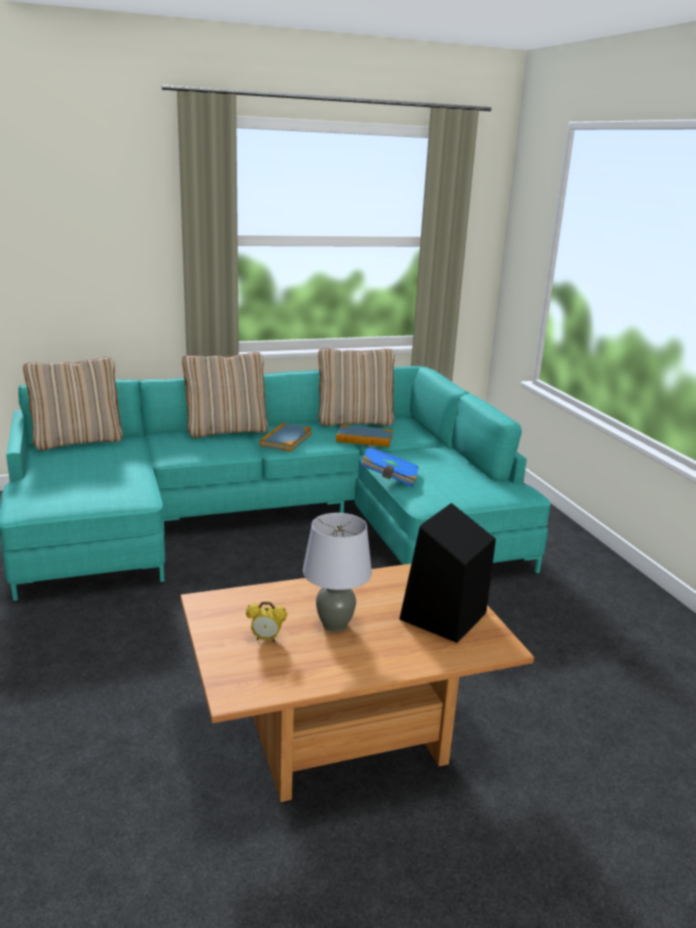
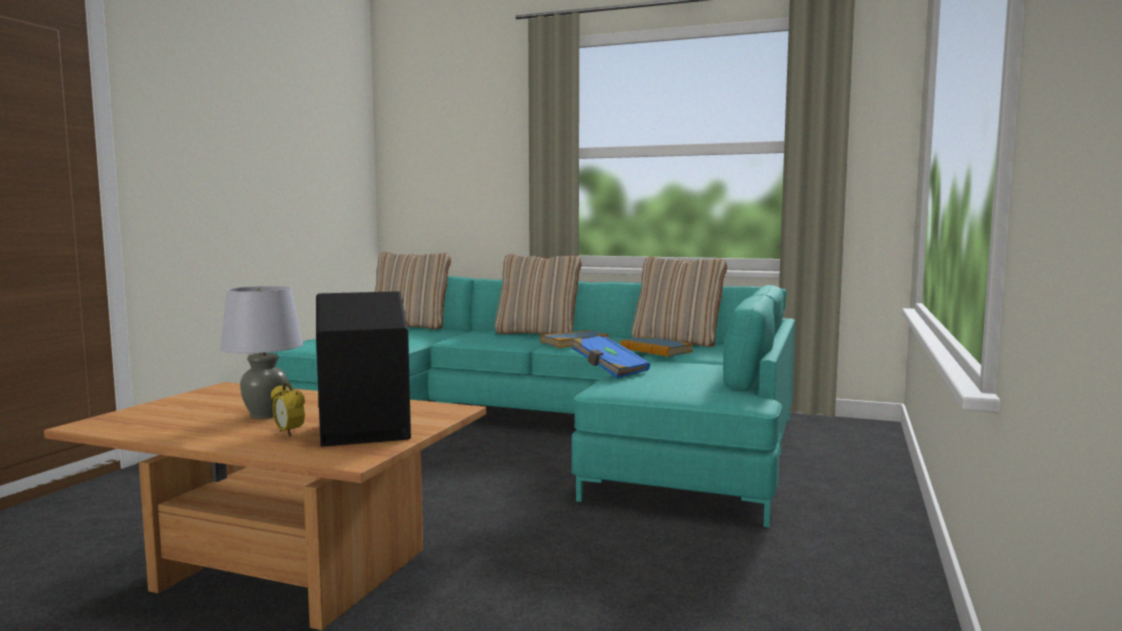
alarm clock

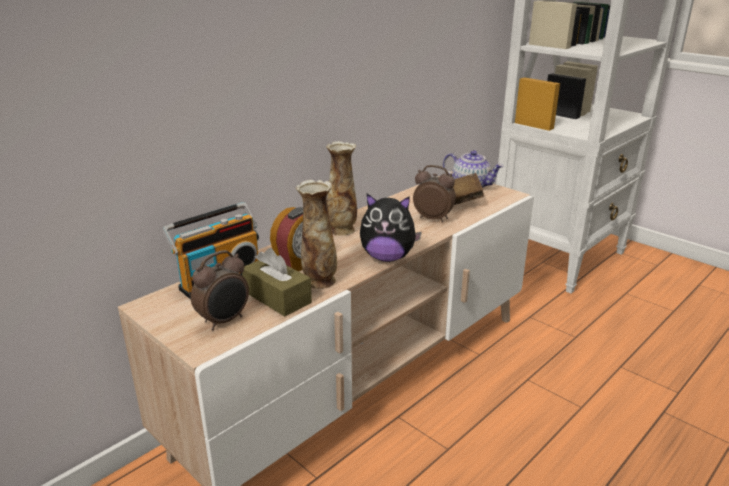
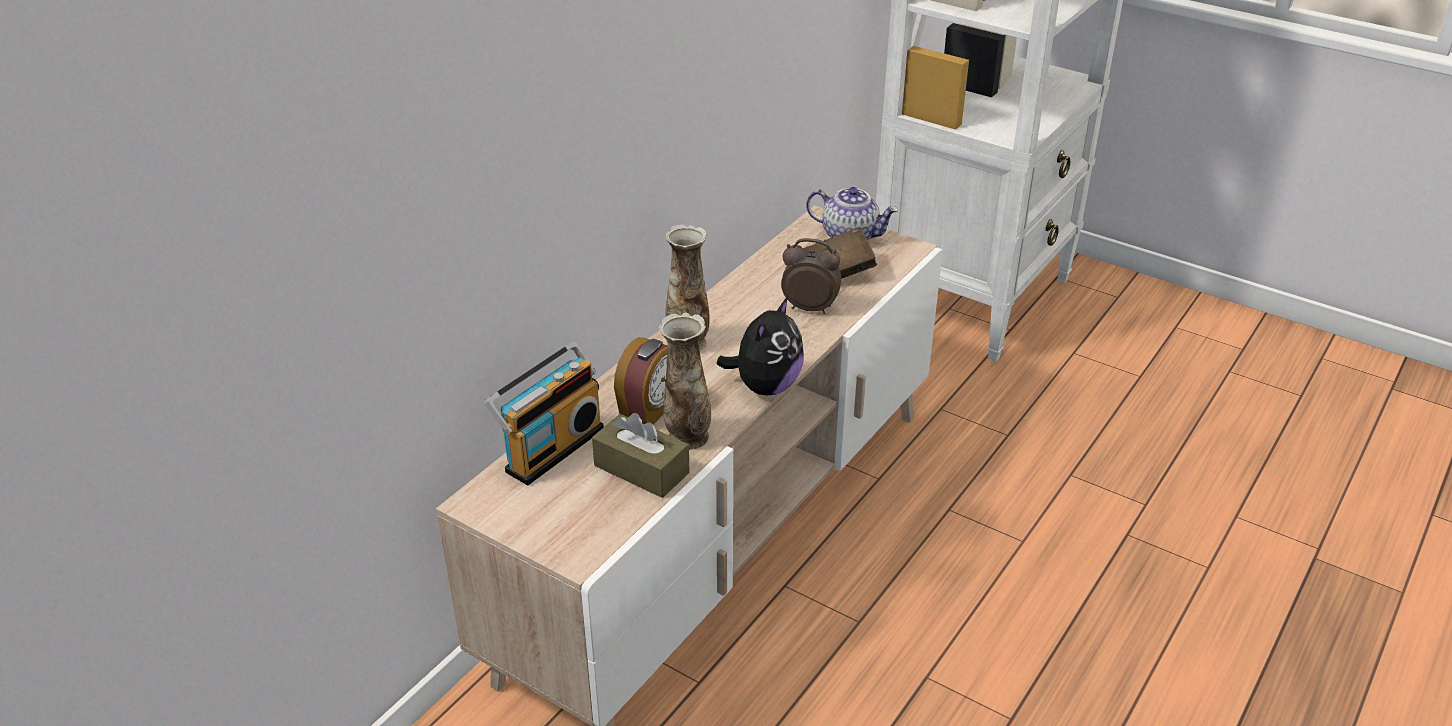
plush toy
alarm clock (no. 1 from left in the first image)

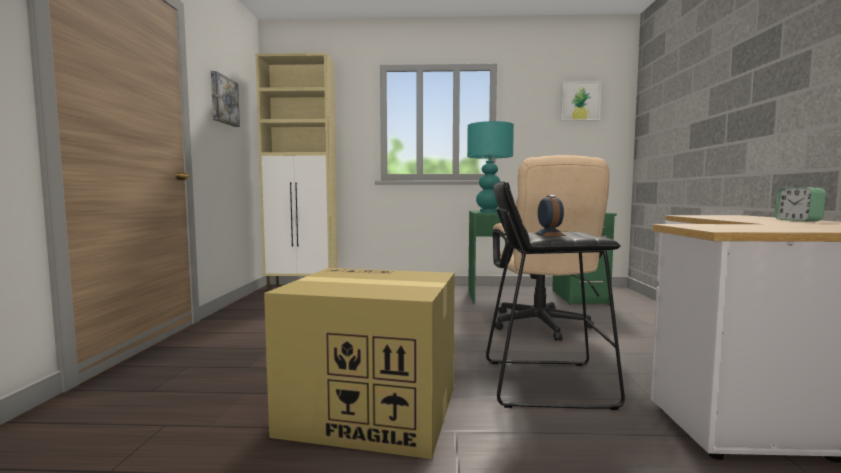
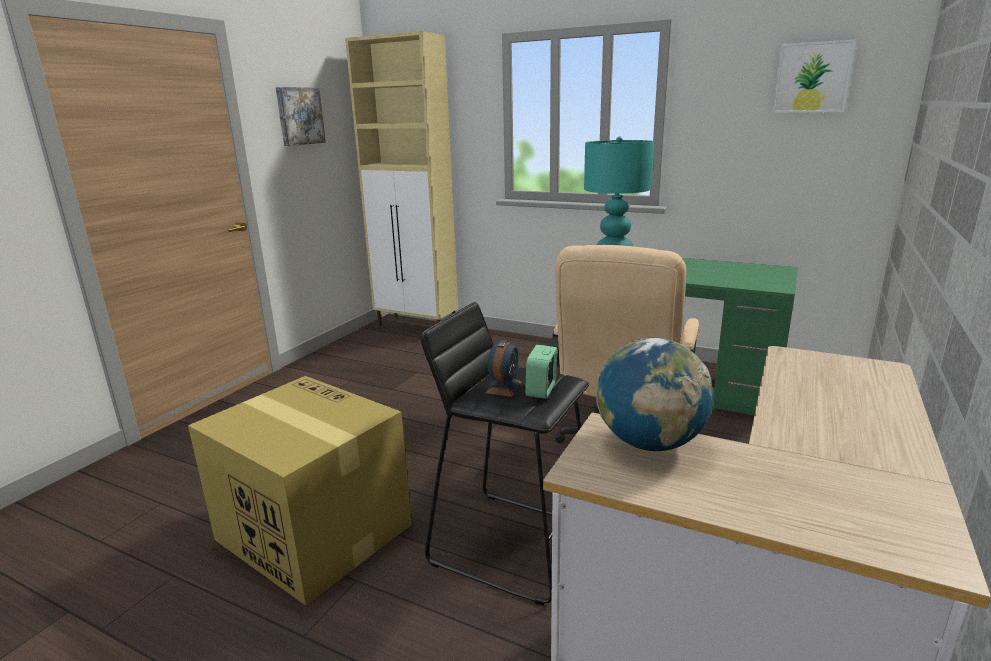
alarm clock (no. 2 from left)
globe

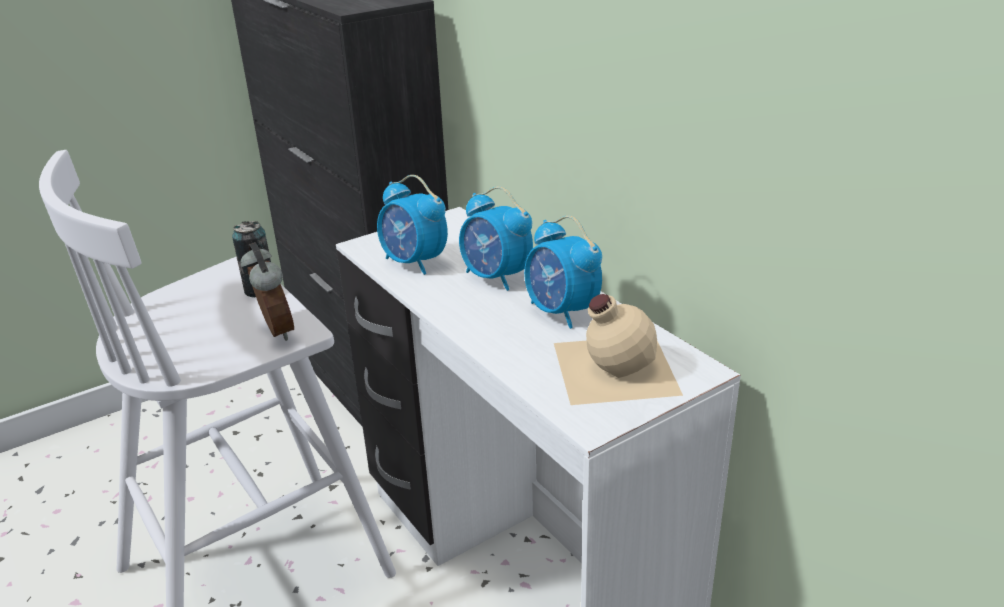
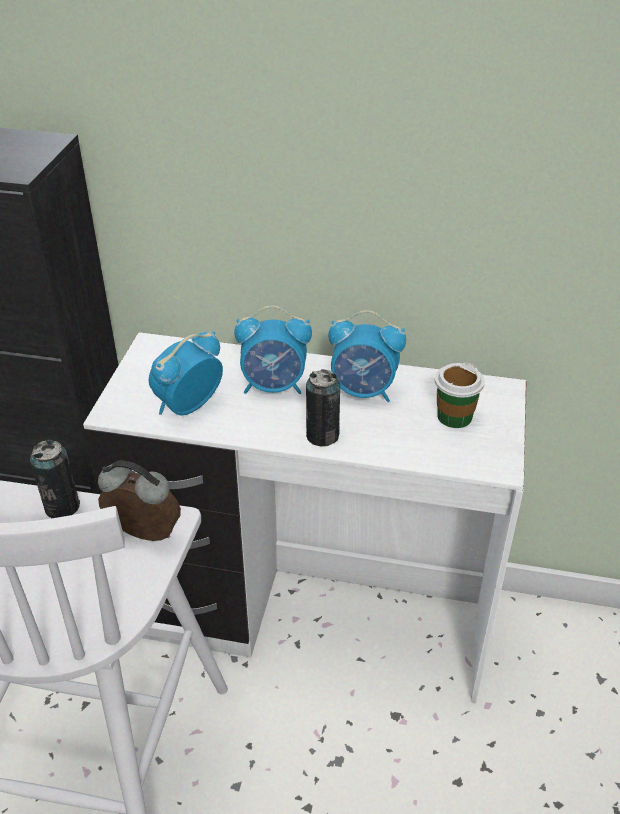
alarm clock (no. 2 from left)
can (no. 2 from left)
cup

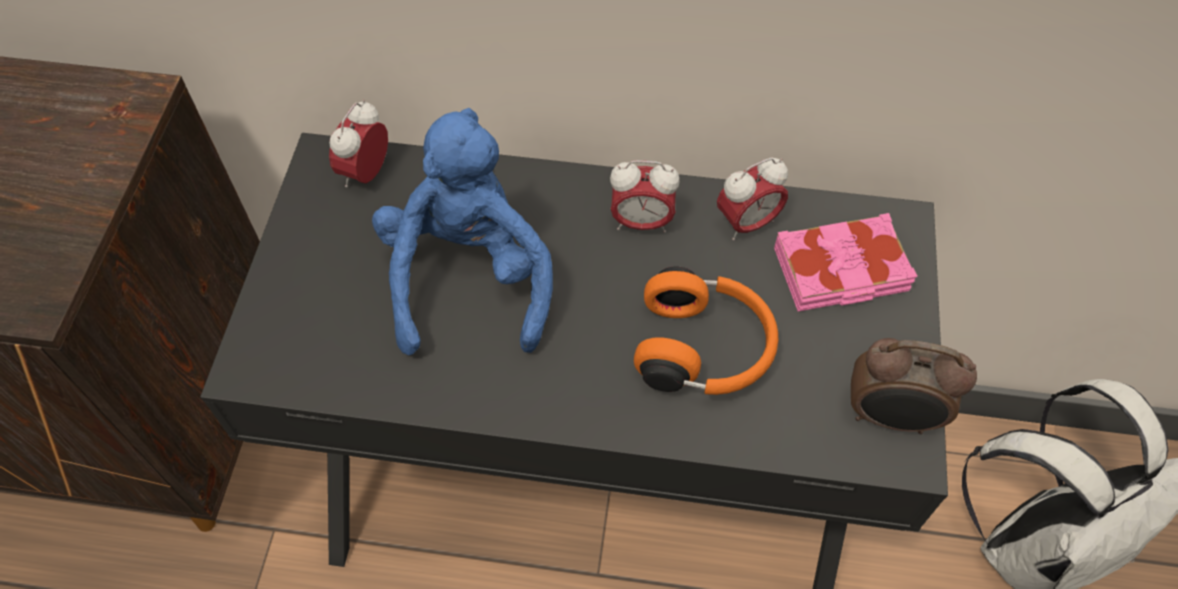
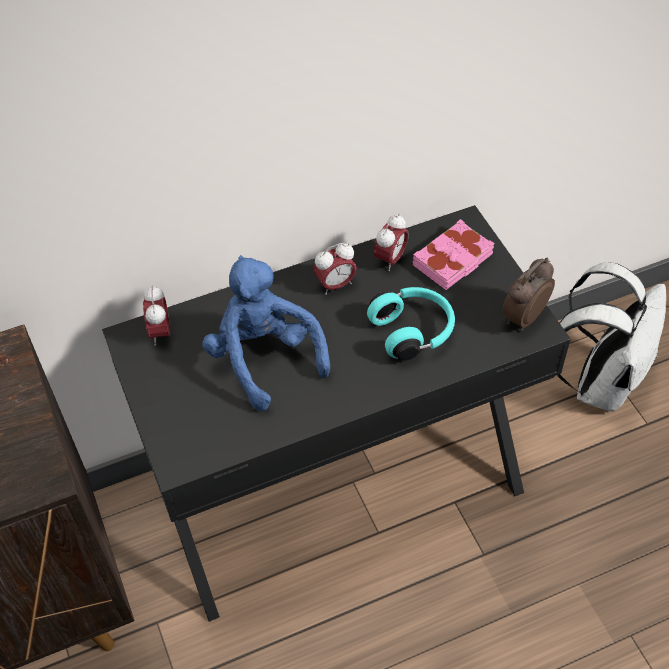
turquoise headphones
alarm clock (no. 4 from left)

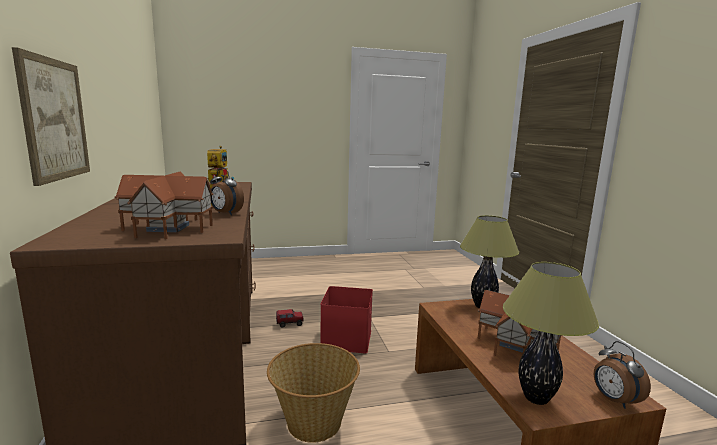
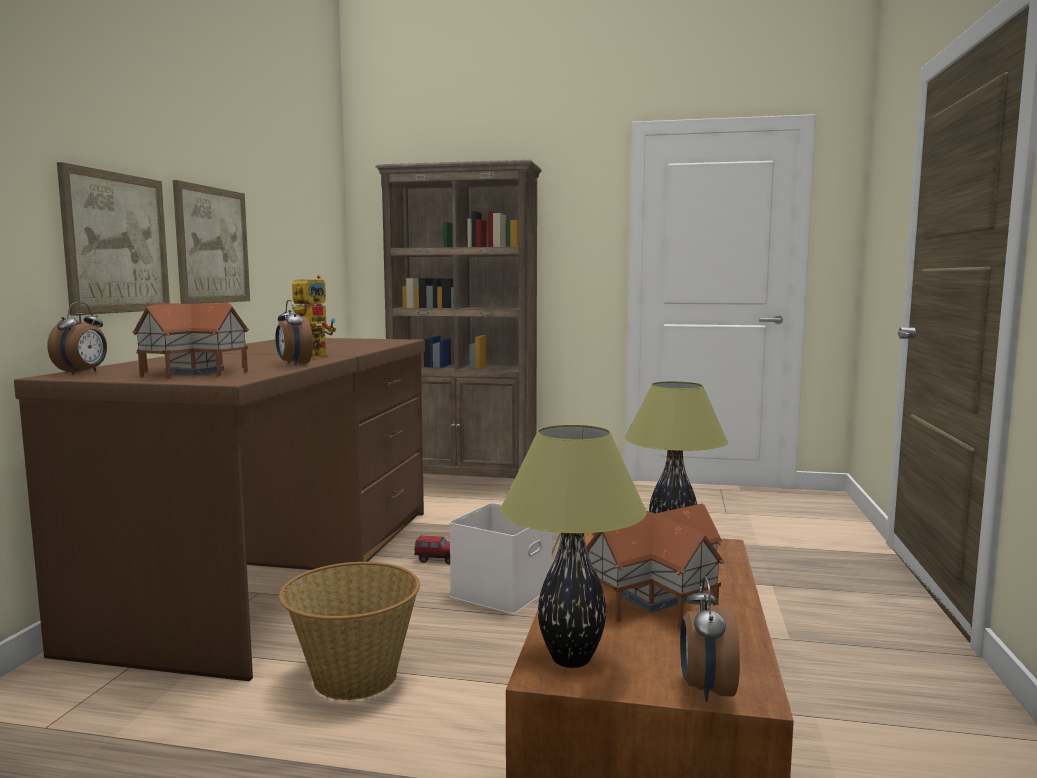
alarm clock (no. 1 from left)
picture (no. 2 from left)
brown bookcase
white storage box

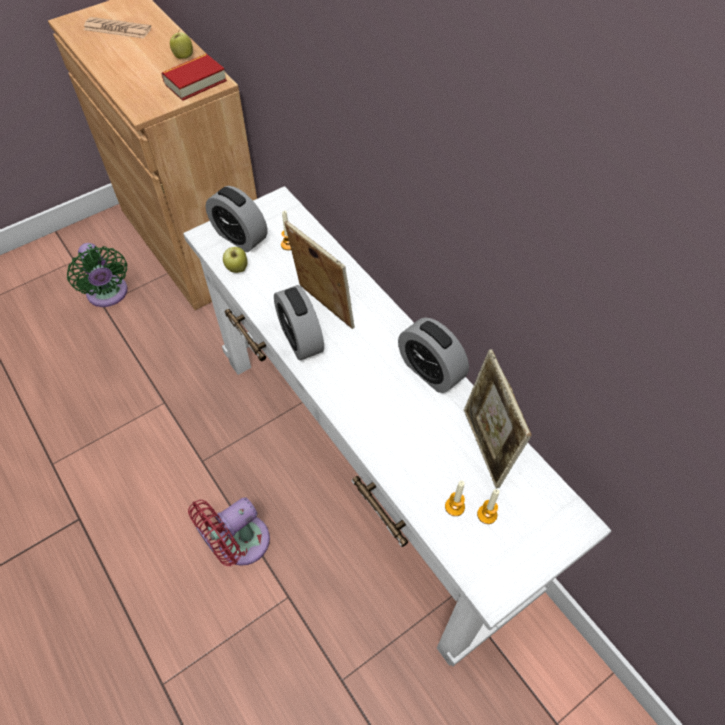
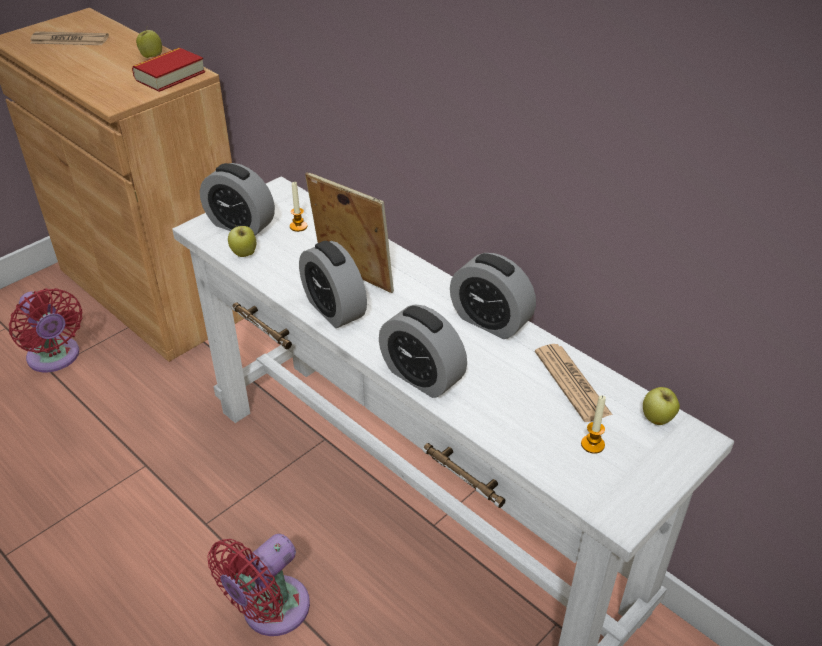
red fan (no. 1 from left)
alarm clock (no. 3 from left)
newspaper (no. 2 from left)
apple (no. 3 from left)
candle (no. 2 from left in the first image)

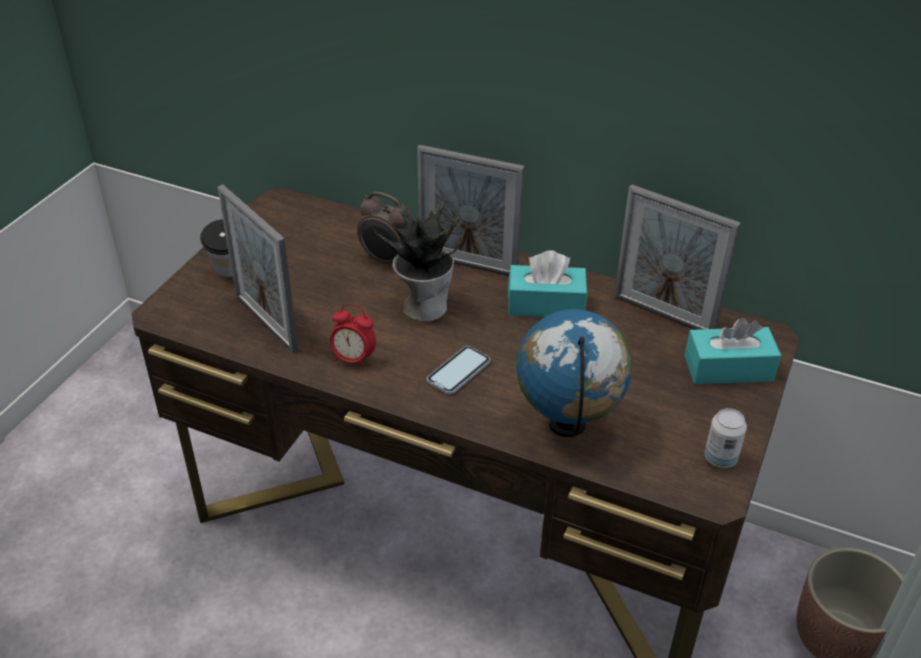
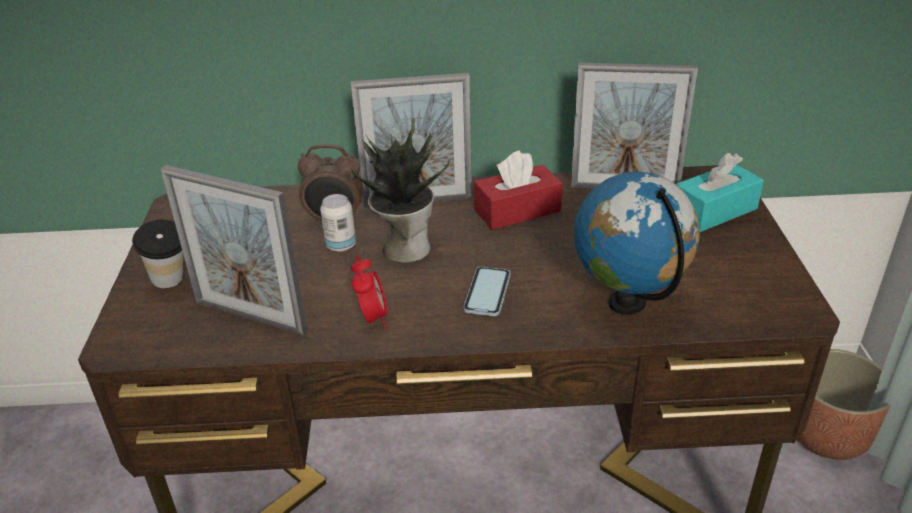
can
alarm clock (no. 2 from left)
red tissue box

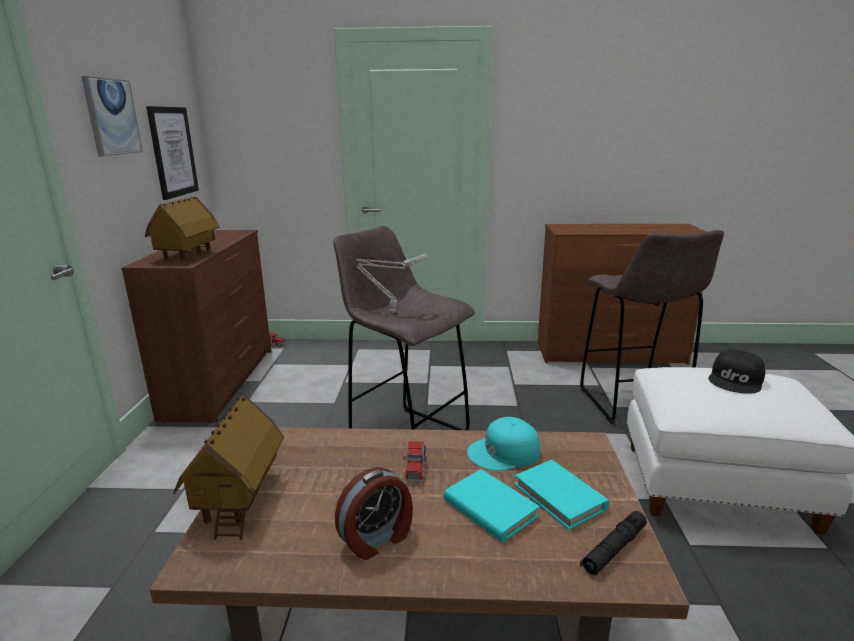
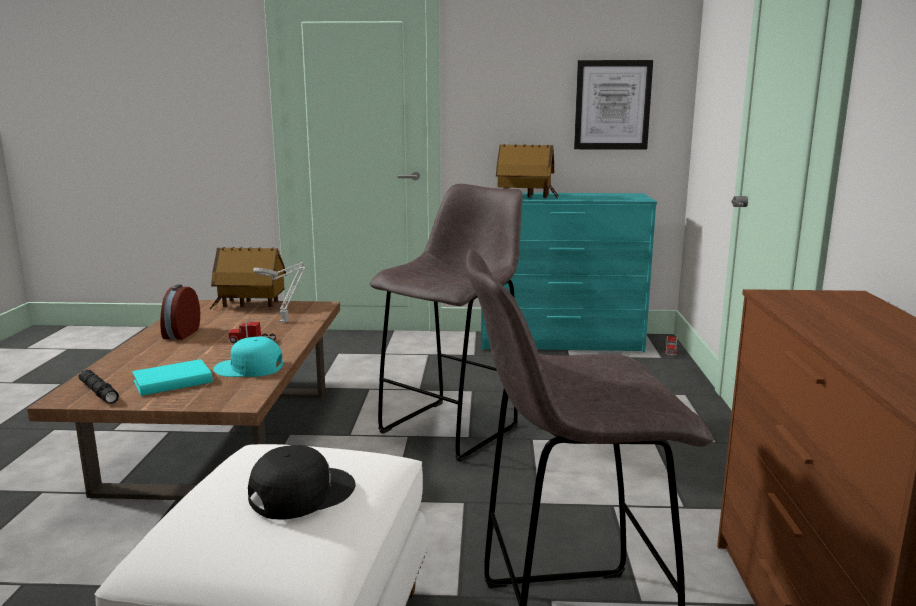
alarm clock
turquoise cap
black cap
grey table lamp
turquoise dresser
picture (no. 1 from left in the first image)
turquoise book (no. 1 from left in the first image)

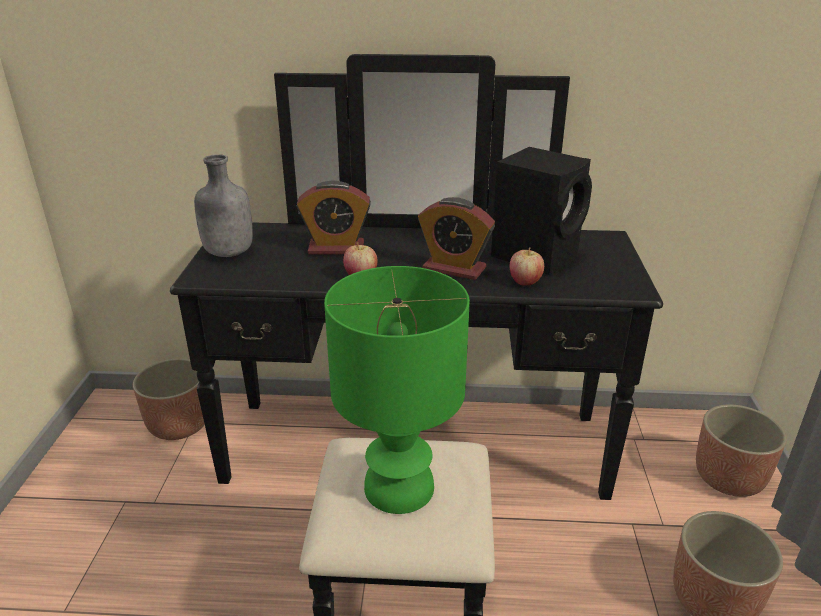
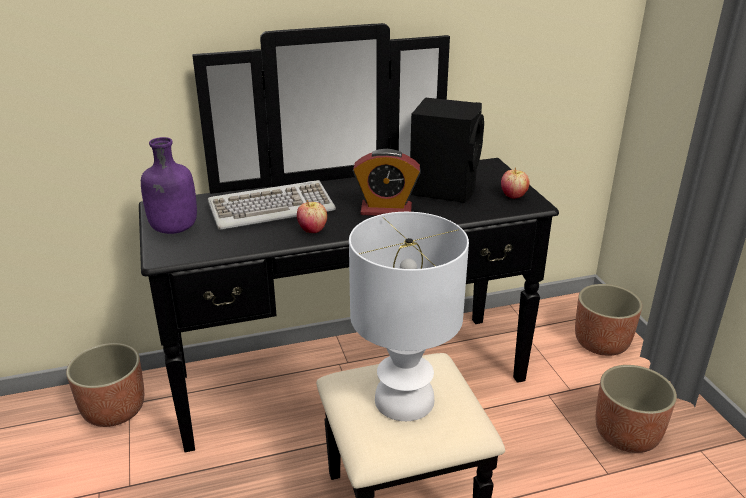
purple bottle
keyboard
white table lamp
apple (no. 2 from left)

